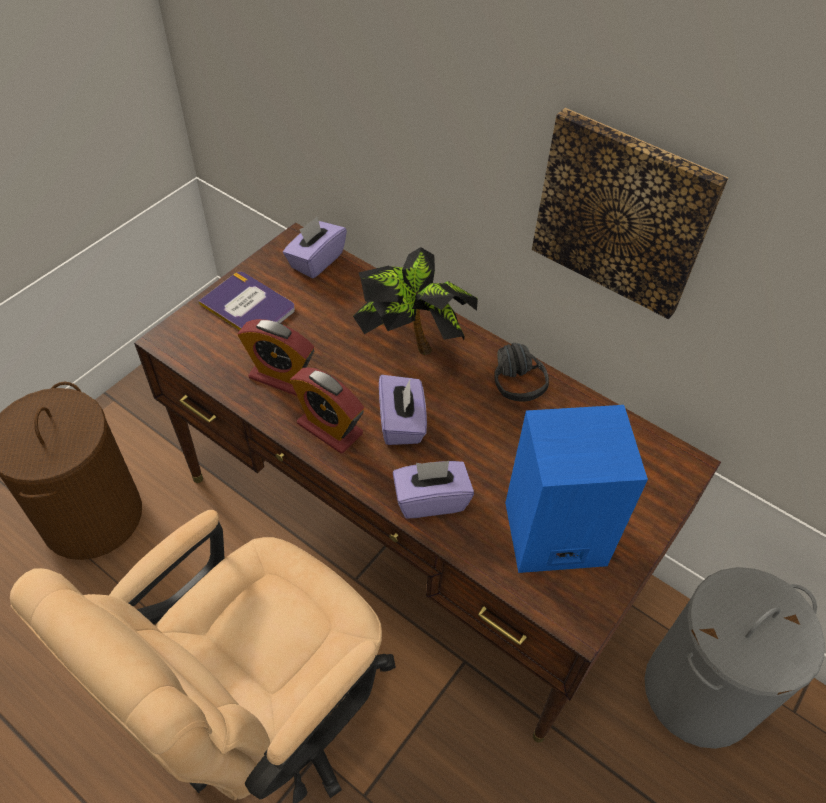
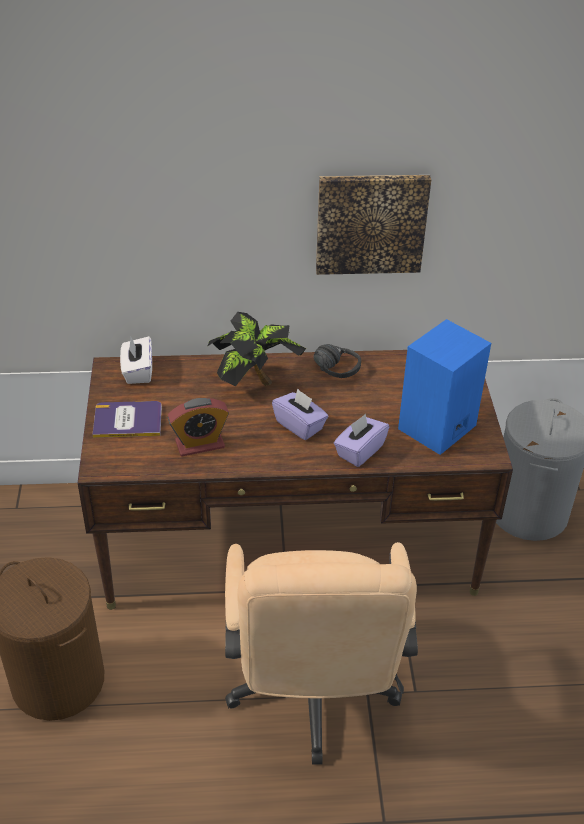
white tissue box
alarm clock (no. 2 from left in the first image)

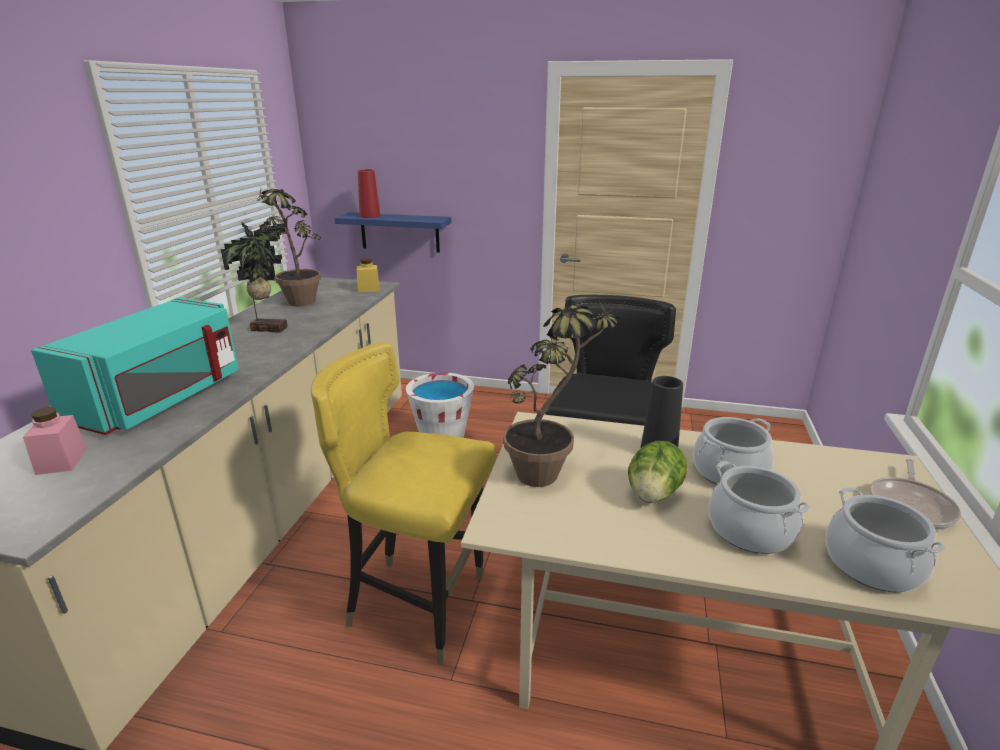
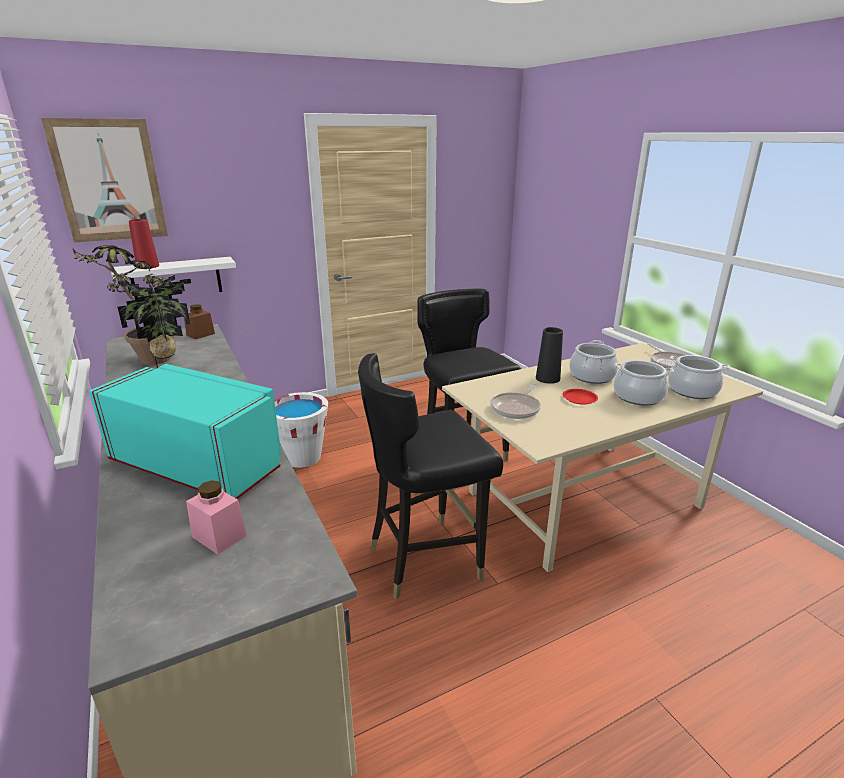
picture
turquoise microwave
white shelf
brown jar
black chair (no. 1 from left)
frying pan (no. 1 from left)
red plate

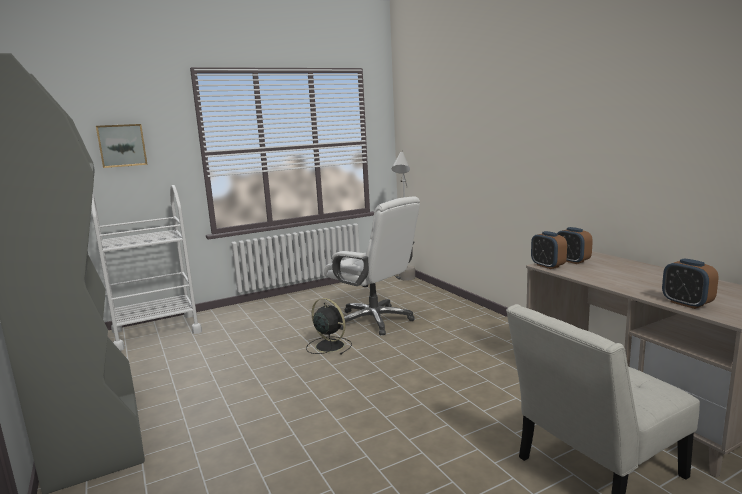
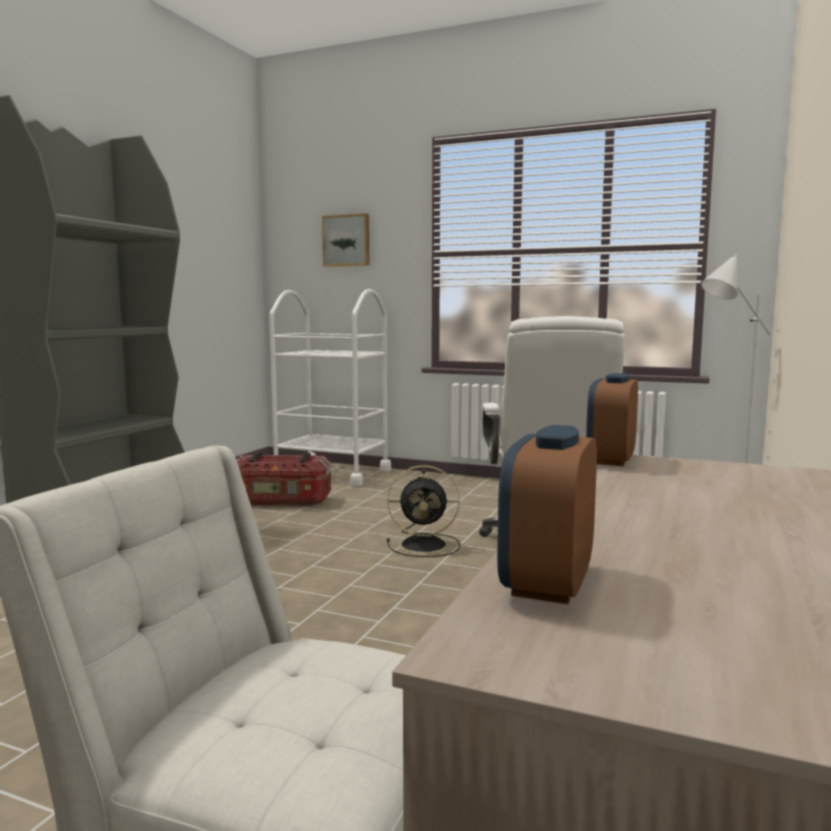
storage box
black fan
alarm clock (no. 2 from left in the first image)

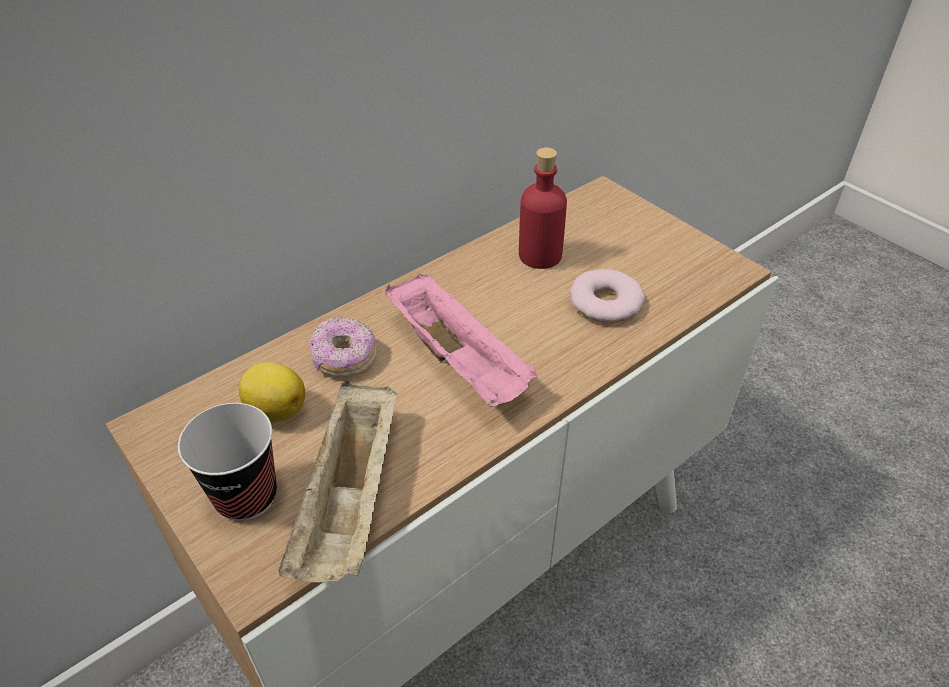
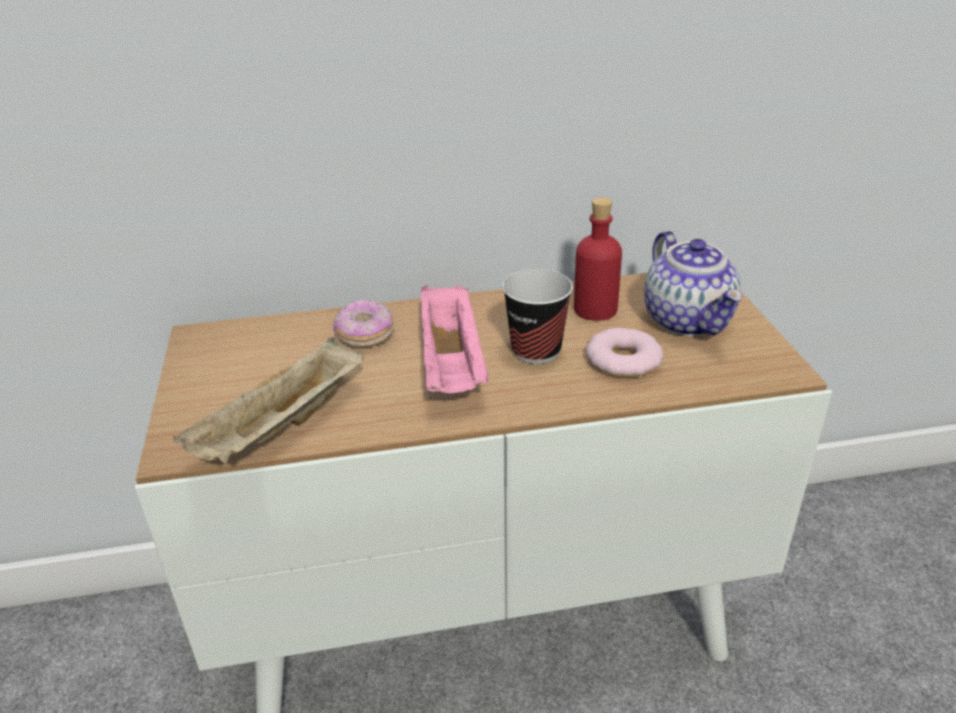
cup
teapot
lemon

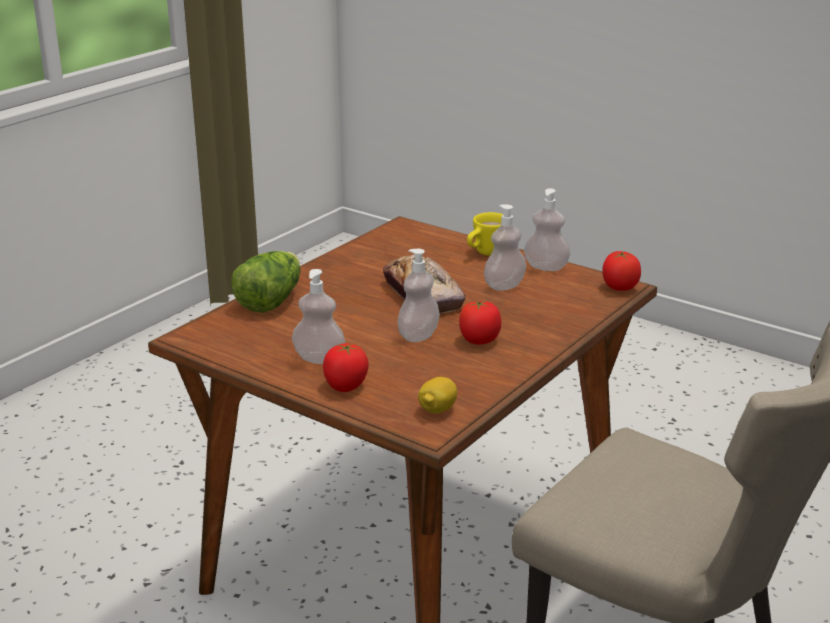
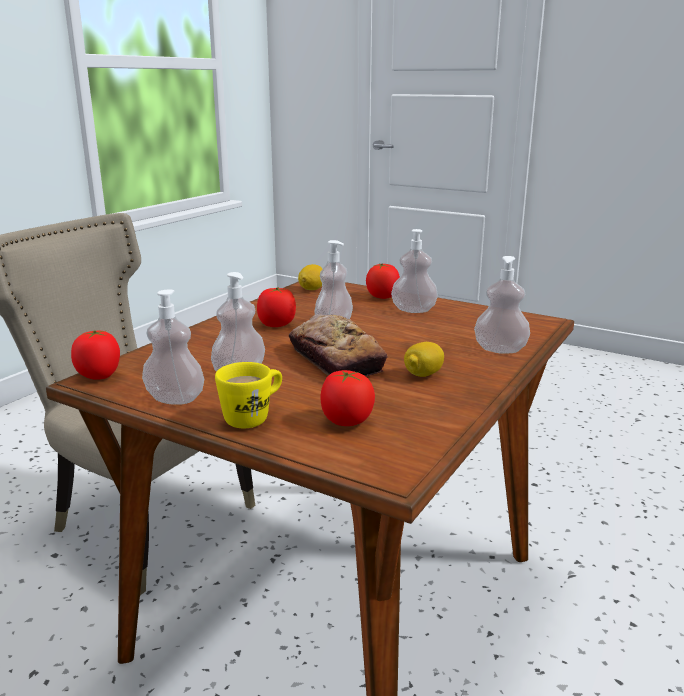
tomato (no. 3 from left)
lemon (no. 2 from left)
soap dispenser (no. 5 from left)

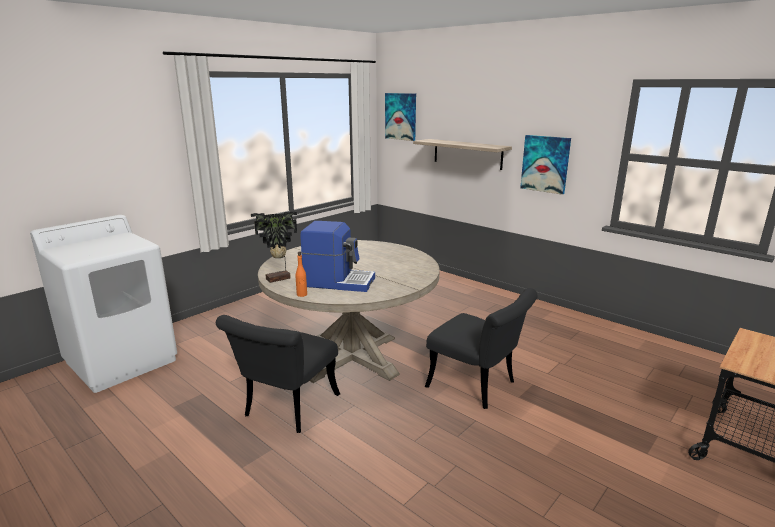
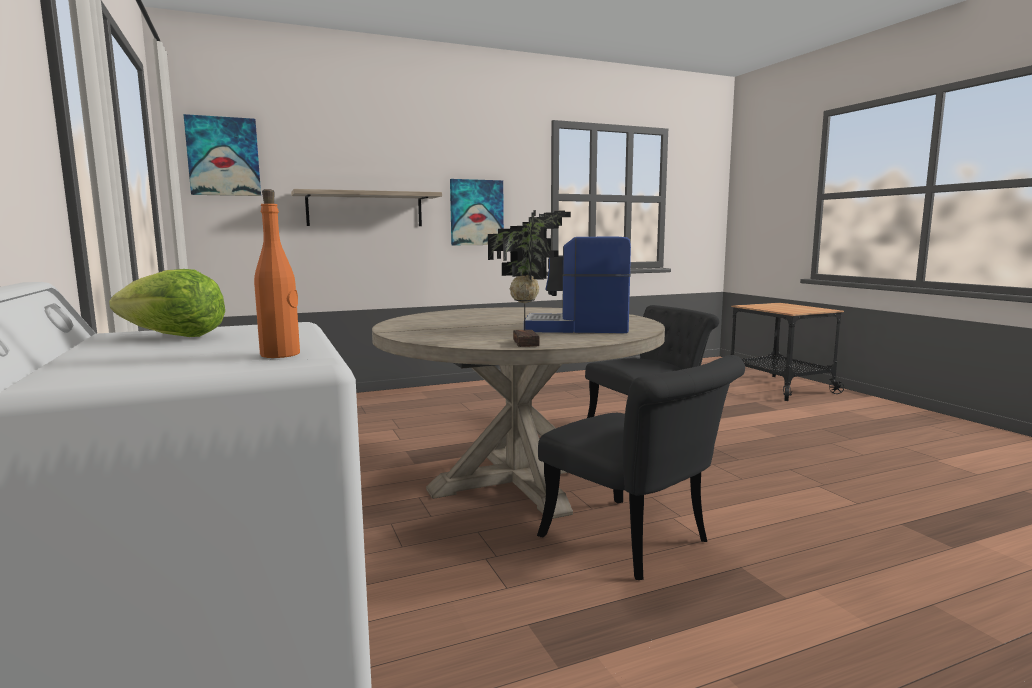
lettuce
orange bottle
coffee machine

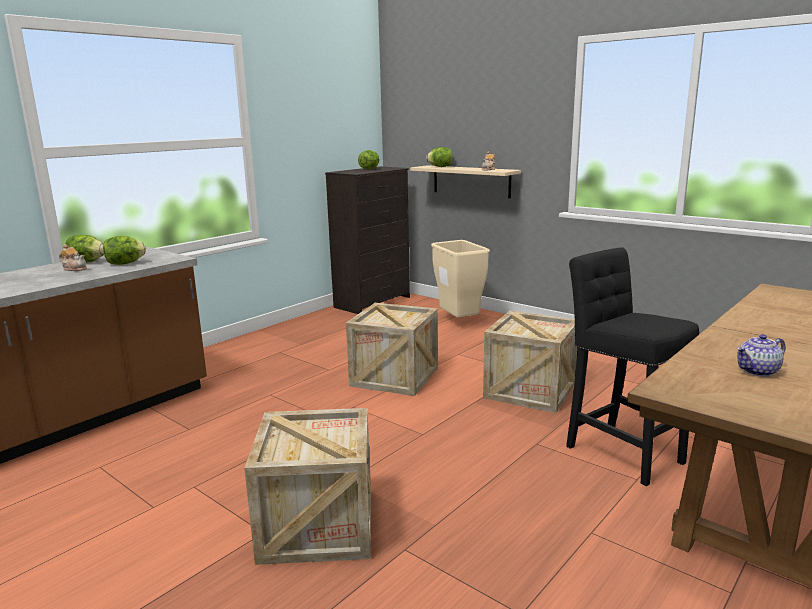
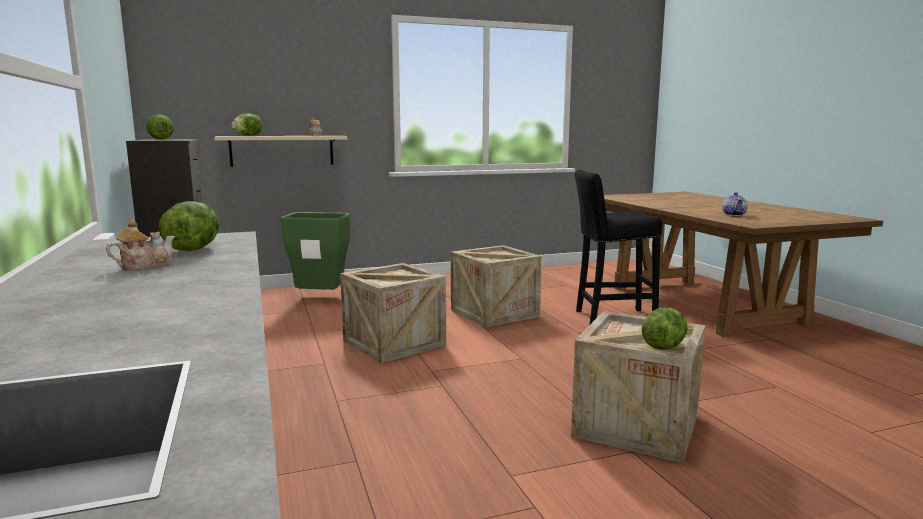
green trash can
lettuce (no. 4 from left)

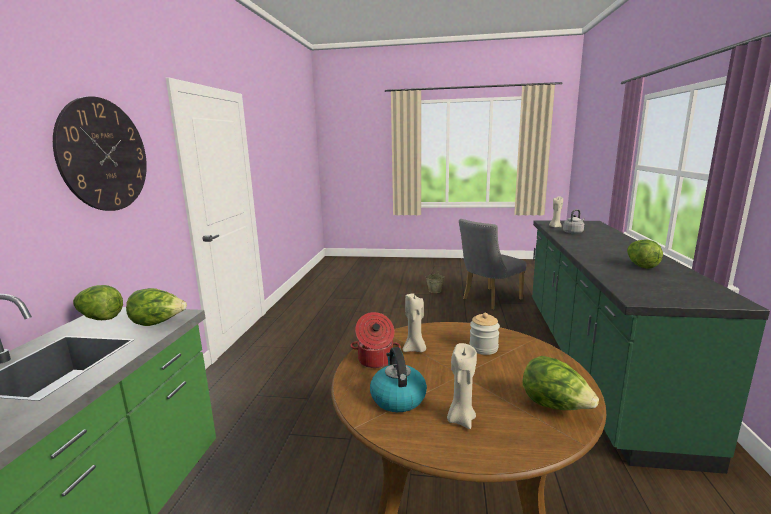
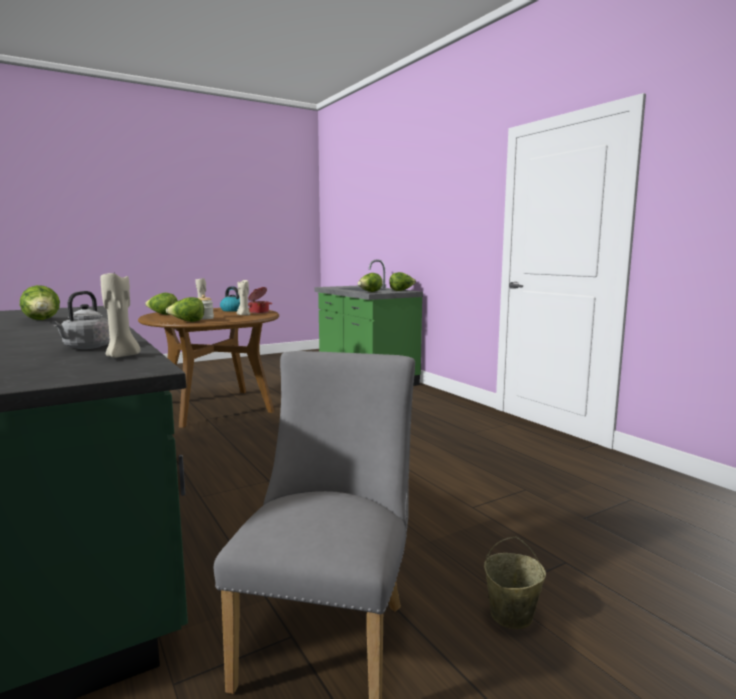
lettuce (no. 3 from left)
wall clock

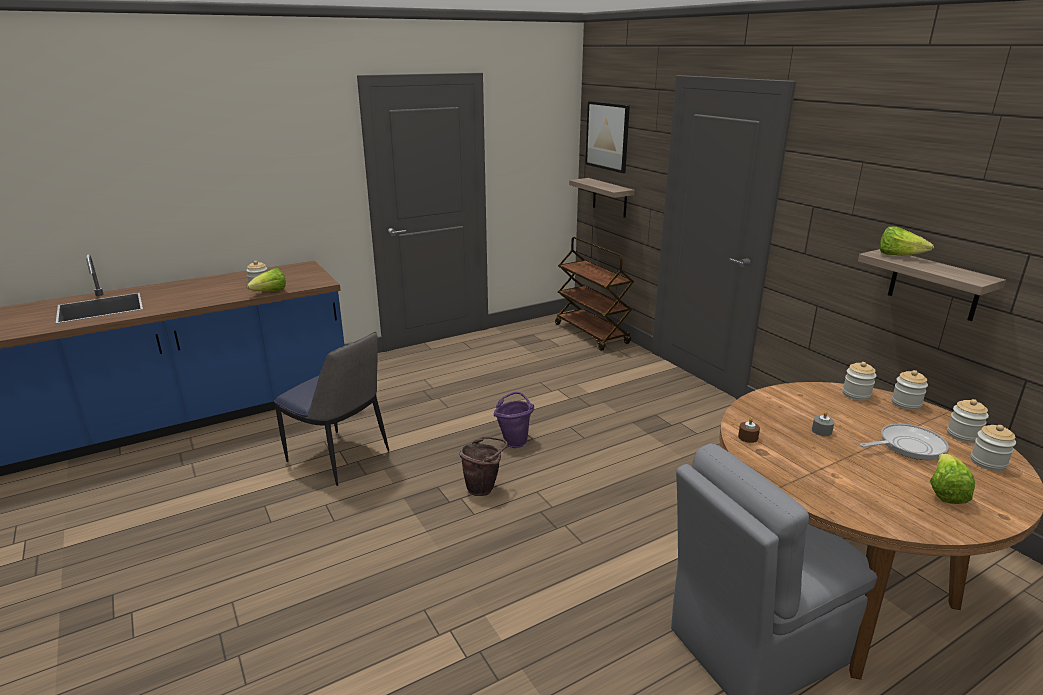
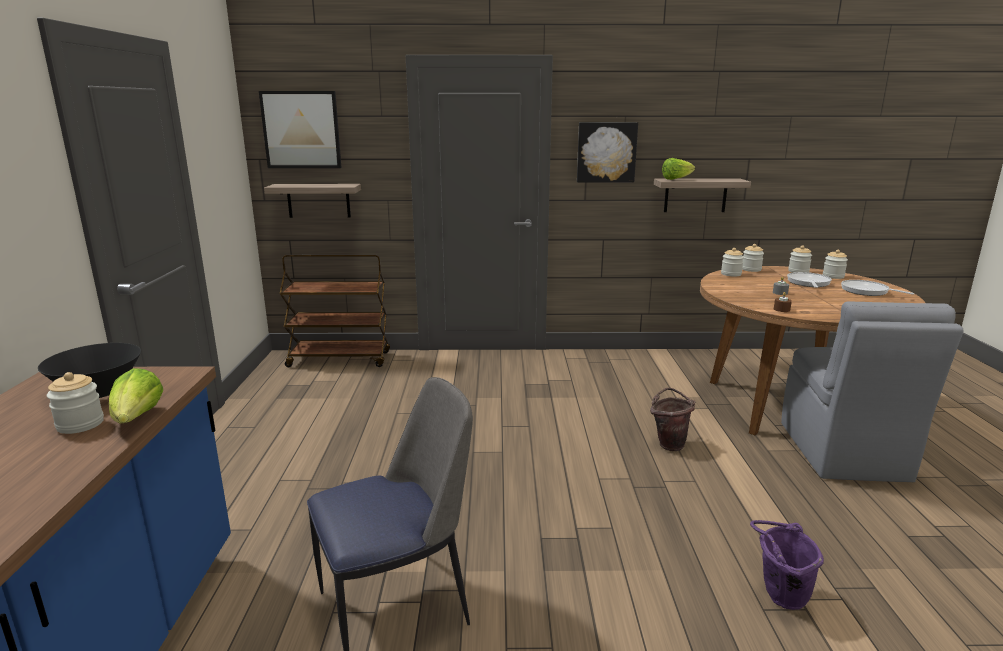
black bowl
picture (no. 2 from left)
brown bucket
purple bucket
frying pan (no. 2 from left)

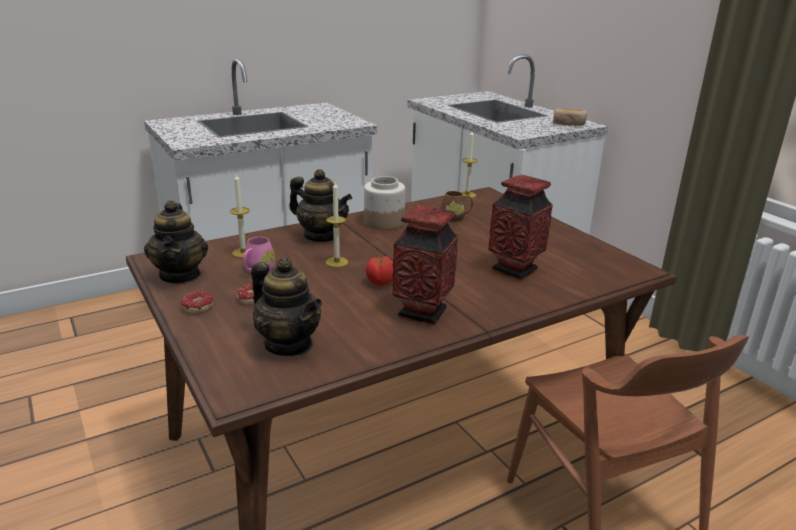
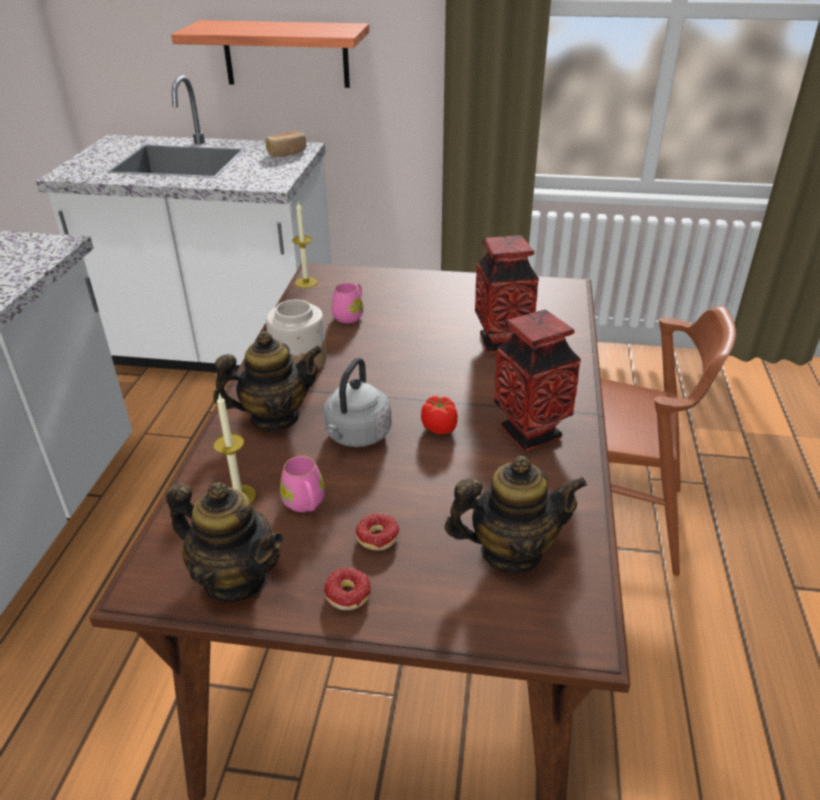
shelf
grey kettle
pink mug (no. 2 from left)

